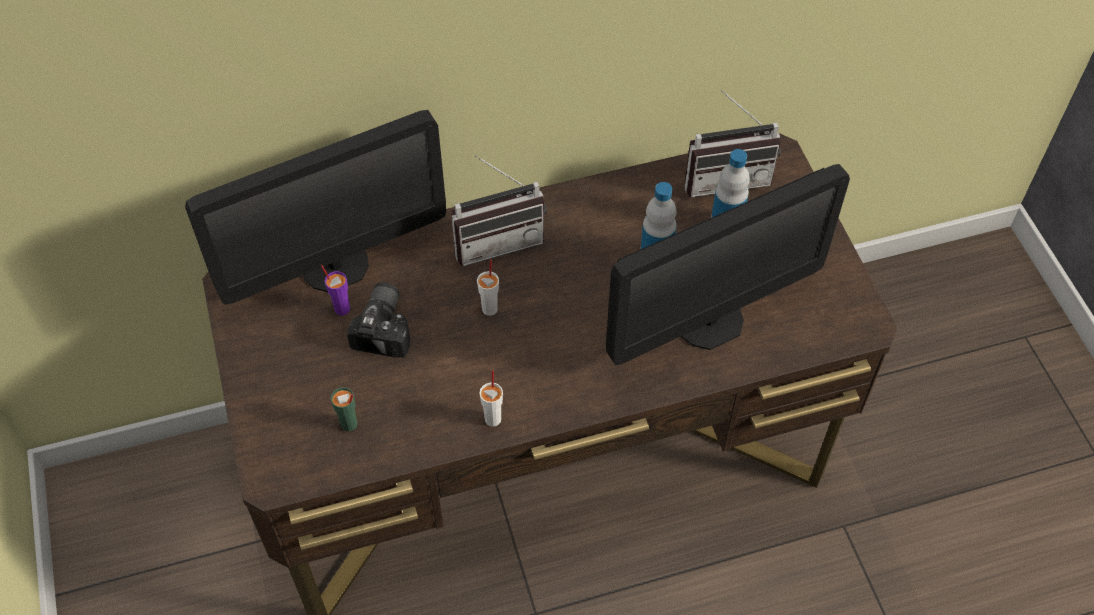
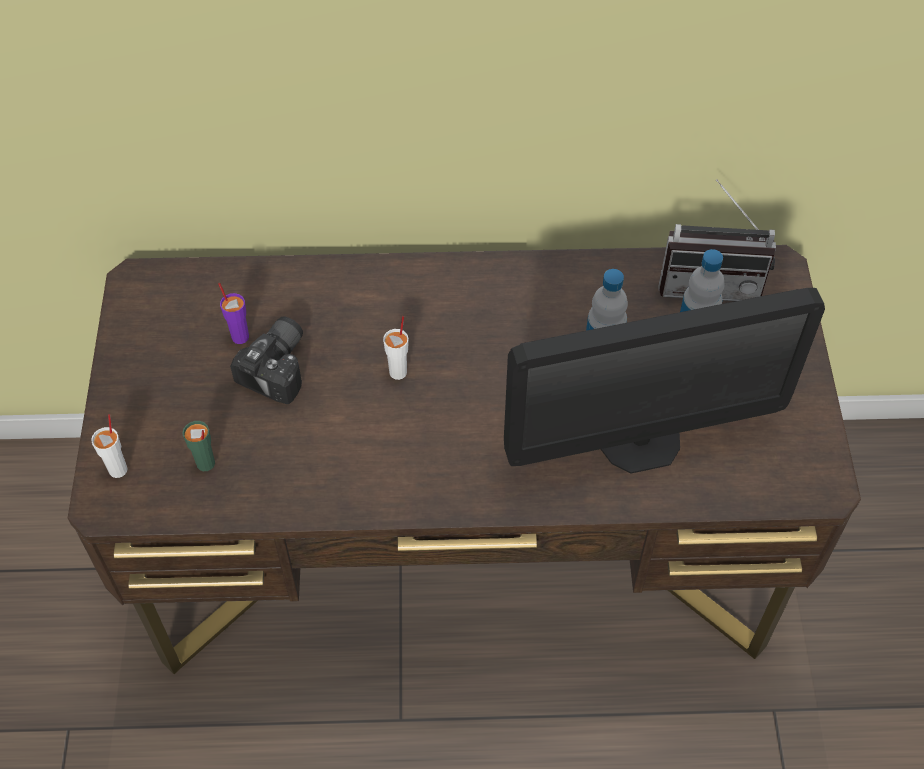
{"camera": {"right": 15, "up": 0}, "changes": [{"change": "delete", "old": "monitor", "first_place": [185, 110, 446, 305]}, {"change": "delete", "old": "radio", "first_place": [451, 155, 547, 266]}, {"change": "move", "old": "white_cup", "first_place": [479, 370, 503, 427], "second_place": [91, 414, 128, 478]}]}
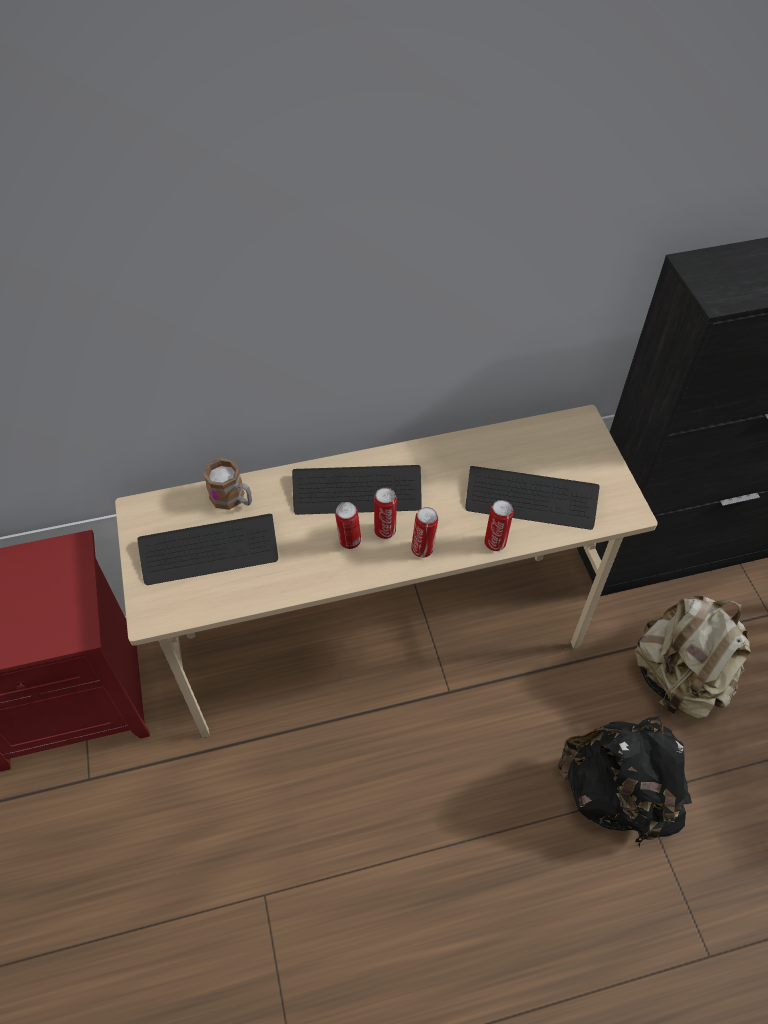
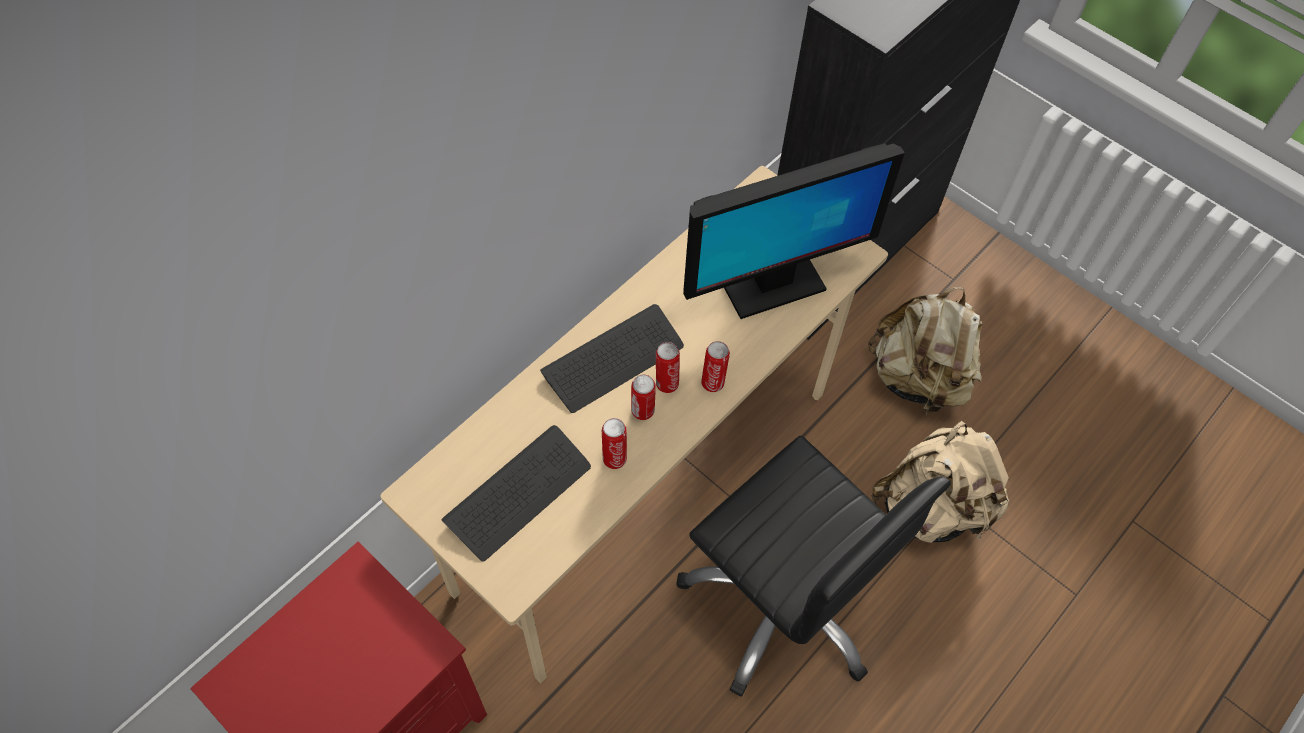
{"camera": {"right": -35, "up": 5}, "changes": [{"change": "delete", "old": "mug", "first_place": [203, 458, 252, 510]}, {"change": "insert", "new": "black_office_chair", "second_place": [676, 436, 951, 697]}, {"change": "move", "old": "can", "first_place": [484, 500, 513, 551], "second_place": [602, 418, 627, 469]}, {"change": "replace", "old": "keyboard", "new": "monitor", "first_place": [465, 466, 600, 530], "second_place": [683, 143, 905, 319]}, {"change": "recolor", "old": "black_backpack", "new": "beige_backpack", "first_place": [557, 716, 692, 847], "second_place": [872, 421, 1009, 543]}]}
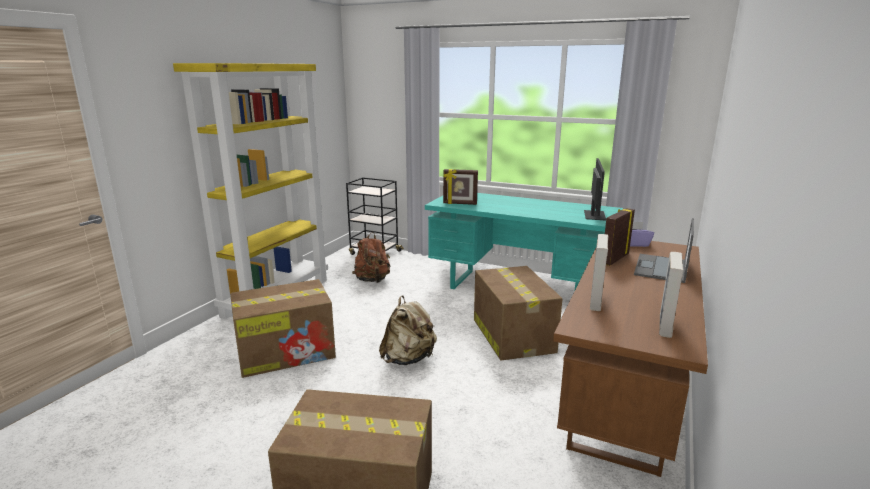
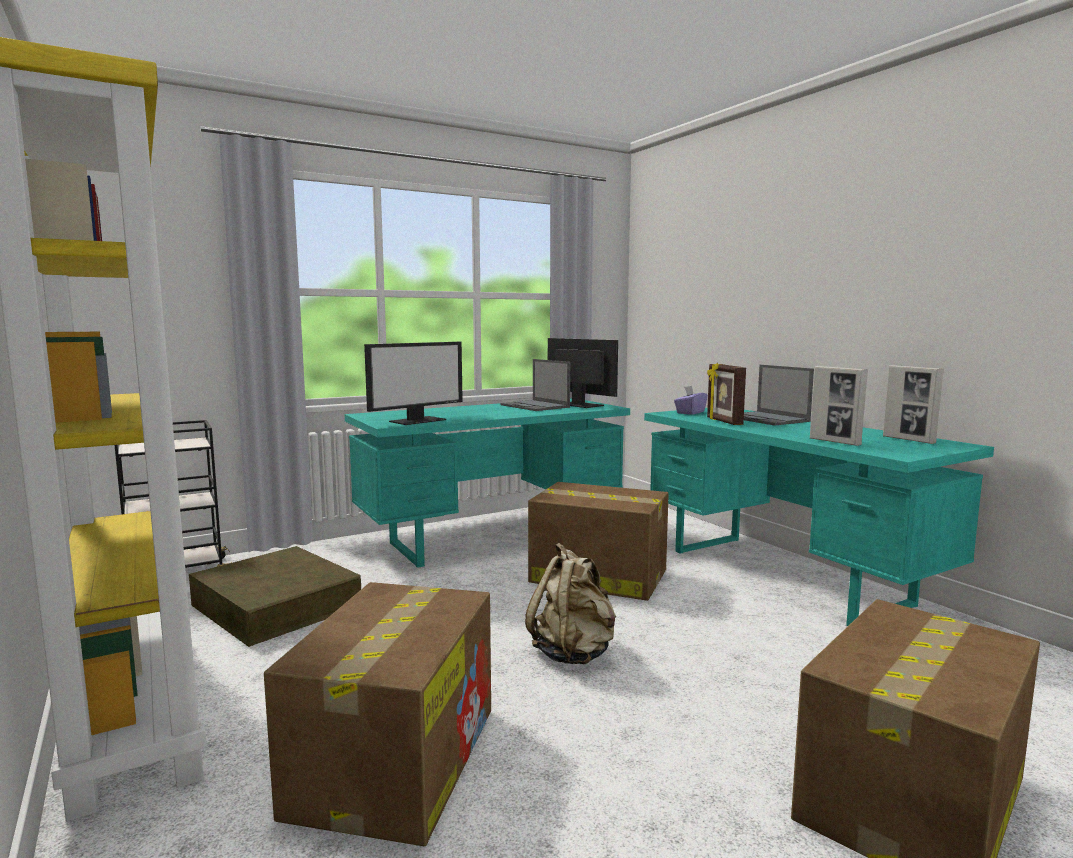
{"camera": {"right": -55, "up": -10}, "changes": [{"change": "insert", "new": "laptop", "second_place": [500, 359, 570, 411]}, {"change": "replace", "old": "brown_backpack", "new": "brown_storage_box", "first_place": [352, 232, 390, 283], "second_place": [189, 546, 361, 647]}, {"change": "replace", "old": "picture_frame", "new": "monitor", "first_place": [443, 169, 478, 205], "second_place": [364, 342, 463, 425]}, {"change": "recolor", "old": "brown_desk", "new": "turquoise_desk", "first_place": [553, 241, 708, 477], "second_place": [644, 408, 994, 626]}]}
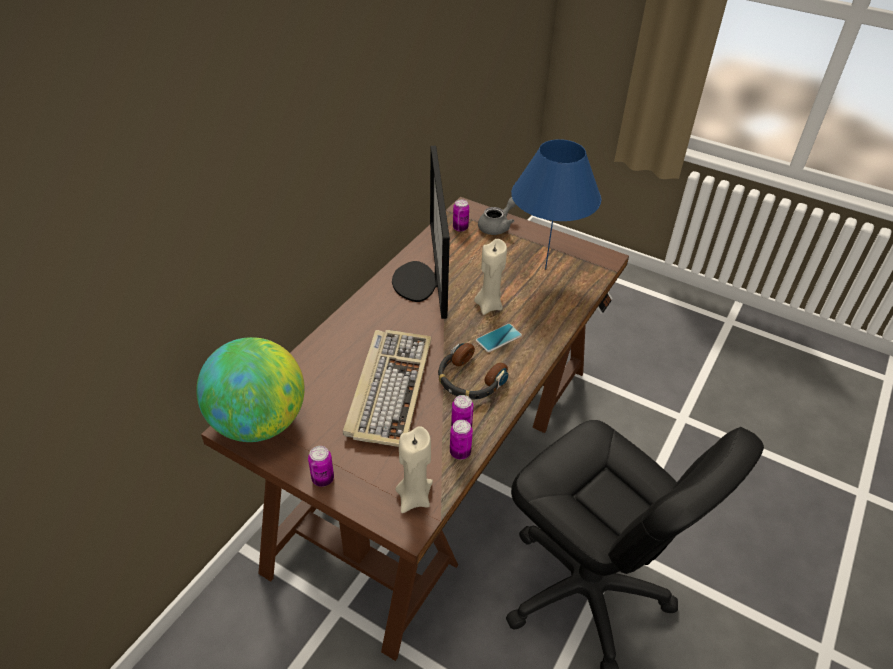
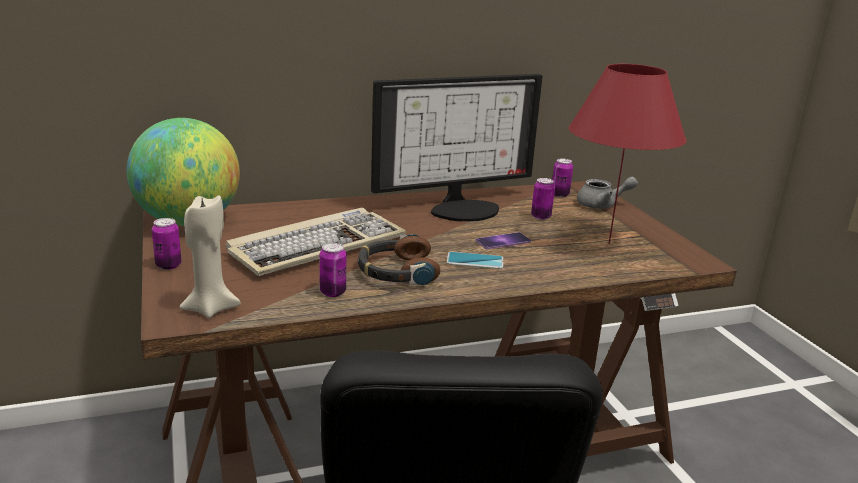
{"camera": {"right": 40, "up": -20}, "changes": [{"change": "move", "old": "can", "first_place": [450, 420, 473, 460], "second_place": [531, 178, 555, 220]}, {"change": "replace", "old": "beige_candle", "new": "phone", "first_place": [474, 239, 507, 315], "second_place": [475, 232, 531, 249]}, {"change": "recolor", "old": "blue_table_lamp", "new": "red_table_lamp", "first_place": [511, 139, 601, 270], "second_place": [569, 64, 687, 244]}, {"change": "rotate", "old": "monitor", "first_place": [392, 146, 450, 319], "second_place": [371, 74, 542, 222], "degrees": -150}]}
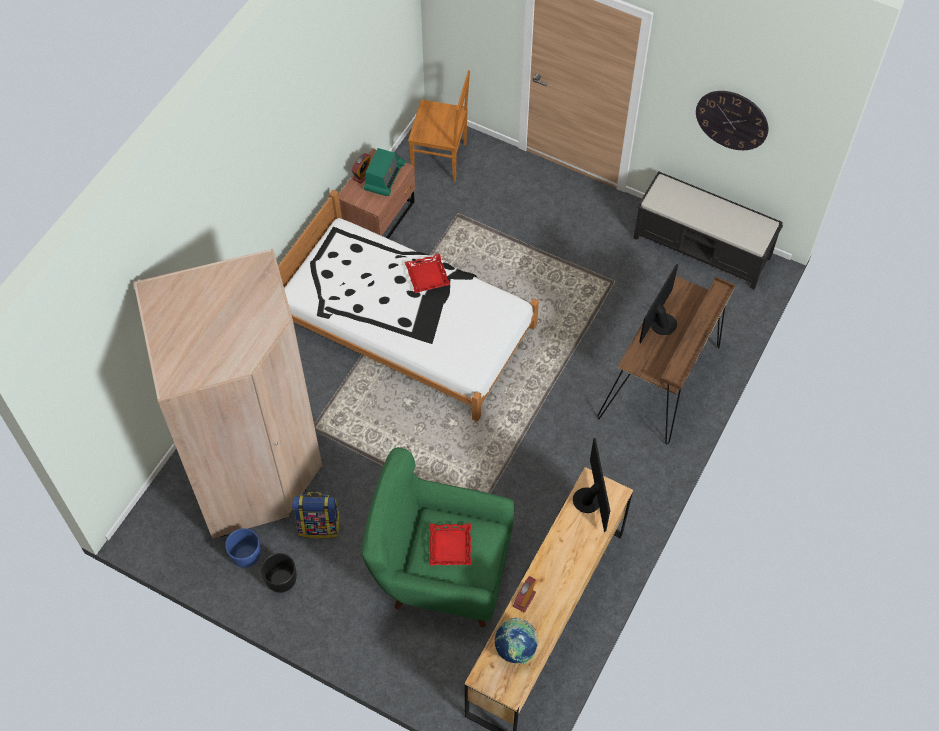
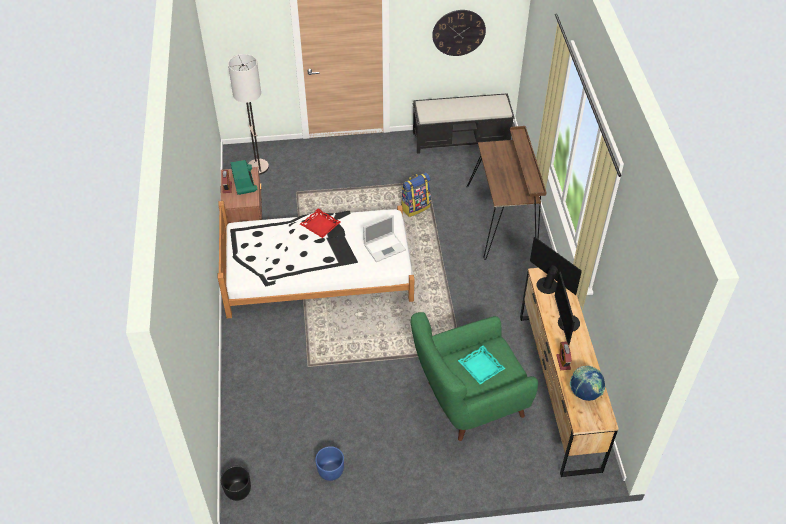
{"camera": {"right": -35, "up": -10}, "changes": [{"change": "delete", "old": "beige_wardrobe", "first_place": [133, 249, 322, 539]}, {"change": "insert", "new": "laptop", "second_place": [363, 215, 406, 262]}, {"change": "move", "old": "black_planter", "first_place": [261, 553, 297, 593], "second_place": [221, 466, 251, 501]}, {"change": "move", "old": "backpack", "first_place": [292, 492, 340, 538], "second_place": [401, 173, 431, 217]}, {"change": "move", "old": "monitor", "first_place": [639, 264, 678, 344], "second_place": [555, 272, 580, 345]}, {"change": "replace", "old": "brown_chair", "new": "floor_lamp", "first_place": [408, 70, 470, 182], "second_place": [228, 54, 269, 175]}, {"change": "recolor", "old": "red_tray", "new": "turquoise_tray", "first_place": [430, 523, 471, 565], "second_place": [458, 345, 505, 384]}]}
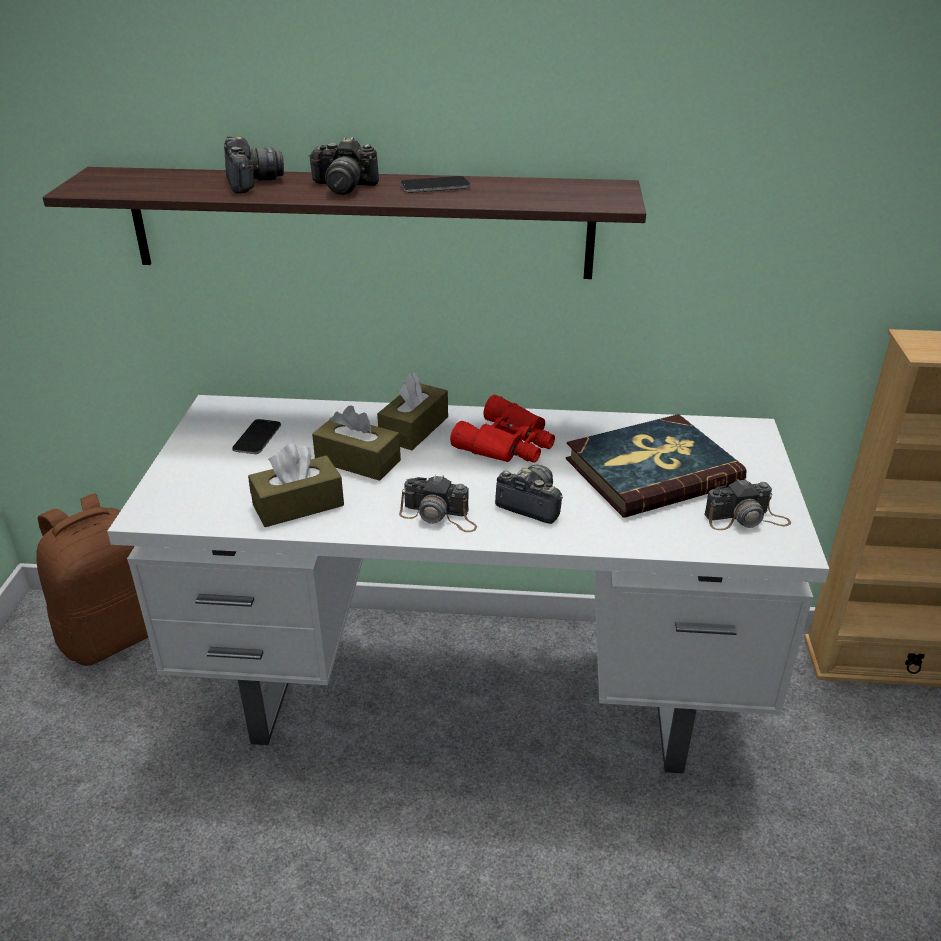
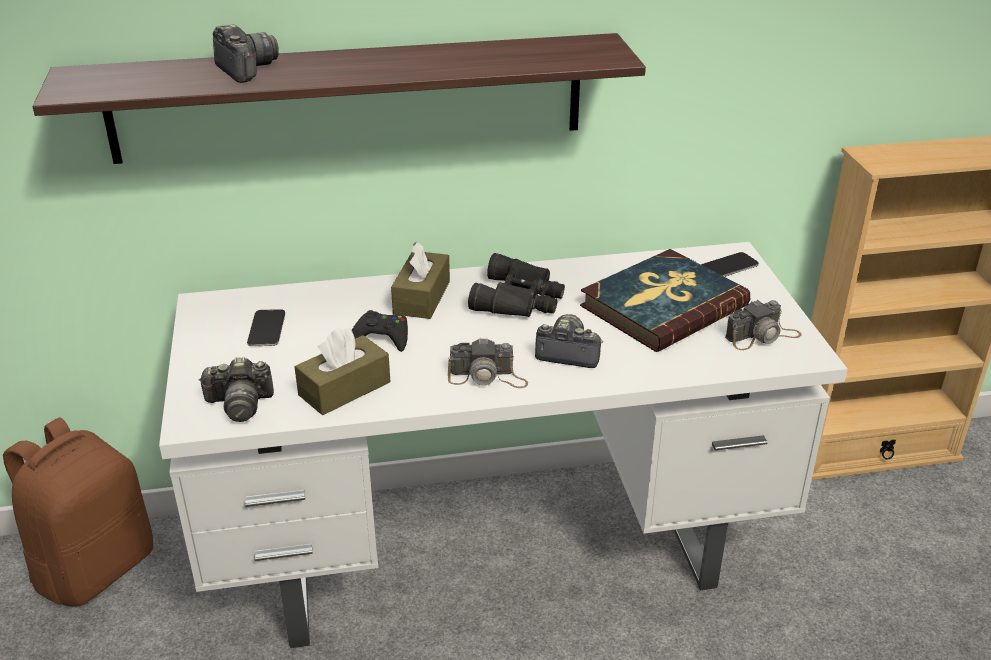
{"camera": {"right": -15, "up": 0}, "changes": [{"change": "move", "old": "photo_camera", "first_place": [308, 137, 379, 195], "second_place": [198, 357, 274, 422]}, {"change": "move", "old": "phone", "first_place": [400, 176, 470, 193], "second_place": [701, 252, 759, 277]}, {"change": "replace", "old": "brown_tissue_box", "new": "black_game_controller", "first_place": [312, 405, 401, 481], "second_place": [352, 310, 408, 352]}, {"change": "recolor", "old": "red_binoculars", "new": "black_binoculars", "first_place": [450, 395, 555, 463], "second_place": [468, 253, 565, 317]}]}
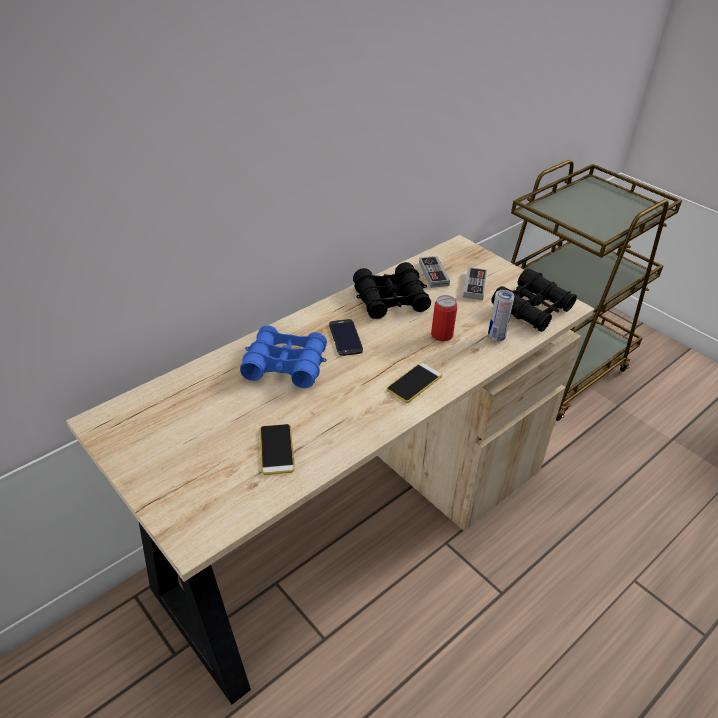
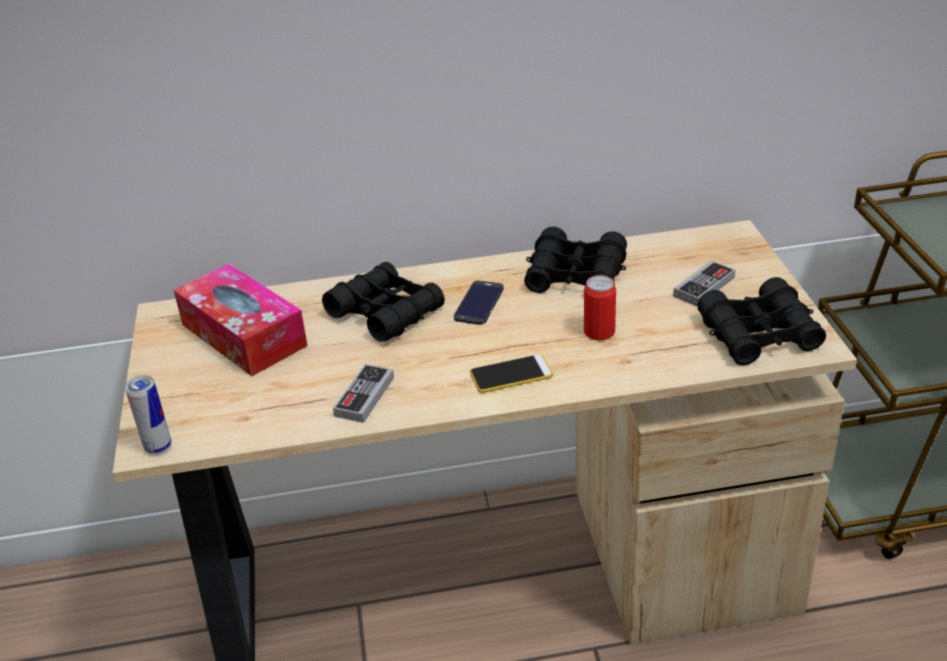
{"camera": {"right": 35, "up": -5}, "changes": [{"change": "delete", "old": "phone", "first_place": [260, 424, 295, 475]}, {"change": "insert", "new": "tissue_box", "second_place": [174, 264, 308, 376]}, {"change": "move", "old": "game_controller", "first_place": [419, 256, 450, 288], "second_place": [333, 364, 394, 423]}, {"change": "move", "old": "can", "first_place": [488, 290, 514, 342], "second_place": [125, 375, 171, 454]}, {"change": "recolor", "old": "blue_binoculars", "new": "black_binoculars", "first_place": [240, 325, 327, 389], "second_place": [322, 262, 445, 342]}]}
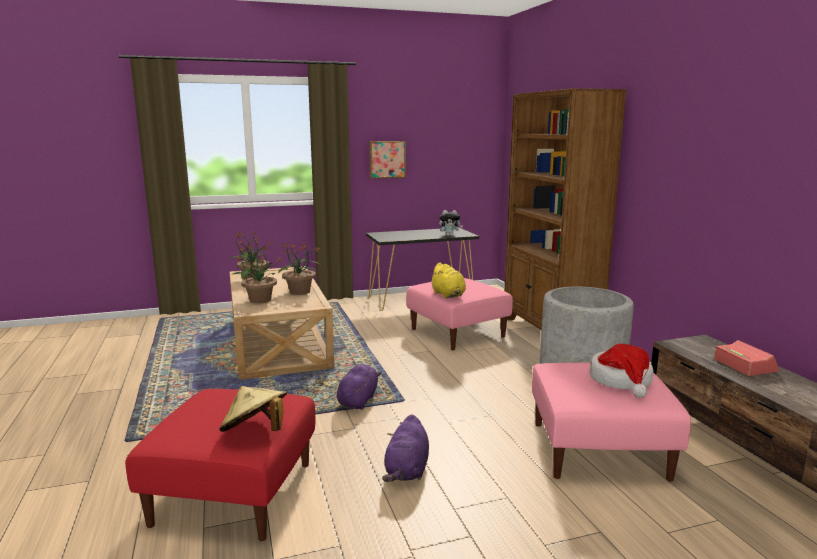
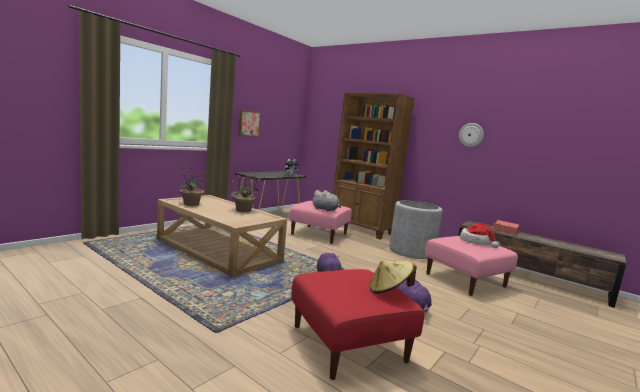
{"camera": {"right": -35, "up": -5}, "changes": [{"change": "delete", "old": "potted_plant", "first_place": [232, 245, 281, 303]}, {"change": "insert", "new": "wall_clock", "second_place": [459, 123, 484, 147]}, {"change": "recolor", "old": "yellow_plush_toy", "new": "grey_plush_toy", "first_place": [430, 263, 466, 298], "second_place": [312, 190, 341, 211]}]}
